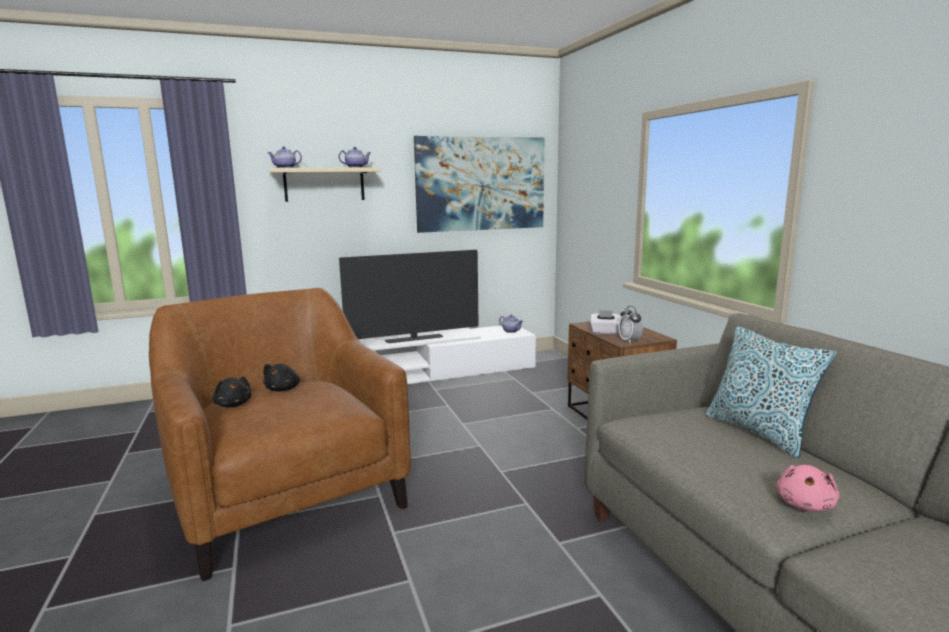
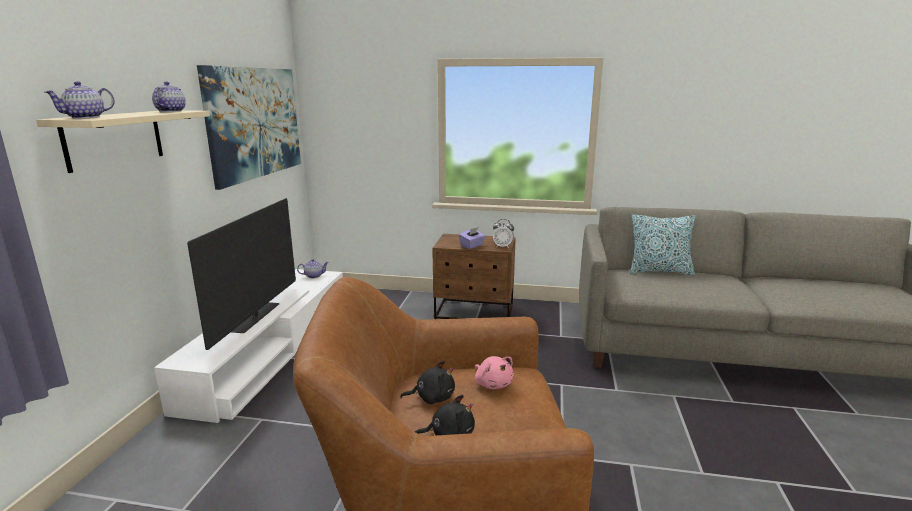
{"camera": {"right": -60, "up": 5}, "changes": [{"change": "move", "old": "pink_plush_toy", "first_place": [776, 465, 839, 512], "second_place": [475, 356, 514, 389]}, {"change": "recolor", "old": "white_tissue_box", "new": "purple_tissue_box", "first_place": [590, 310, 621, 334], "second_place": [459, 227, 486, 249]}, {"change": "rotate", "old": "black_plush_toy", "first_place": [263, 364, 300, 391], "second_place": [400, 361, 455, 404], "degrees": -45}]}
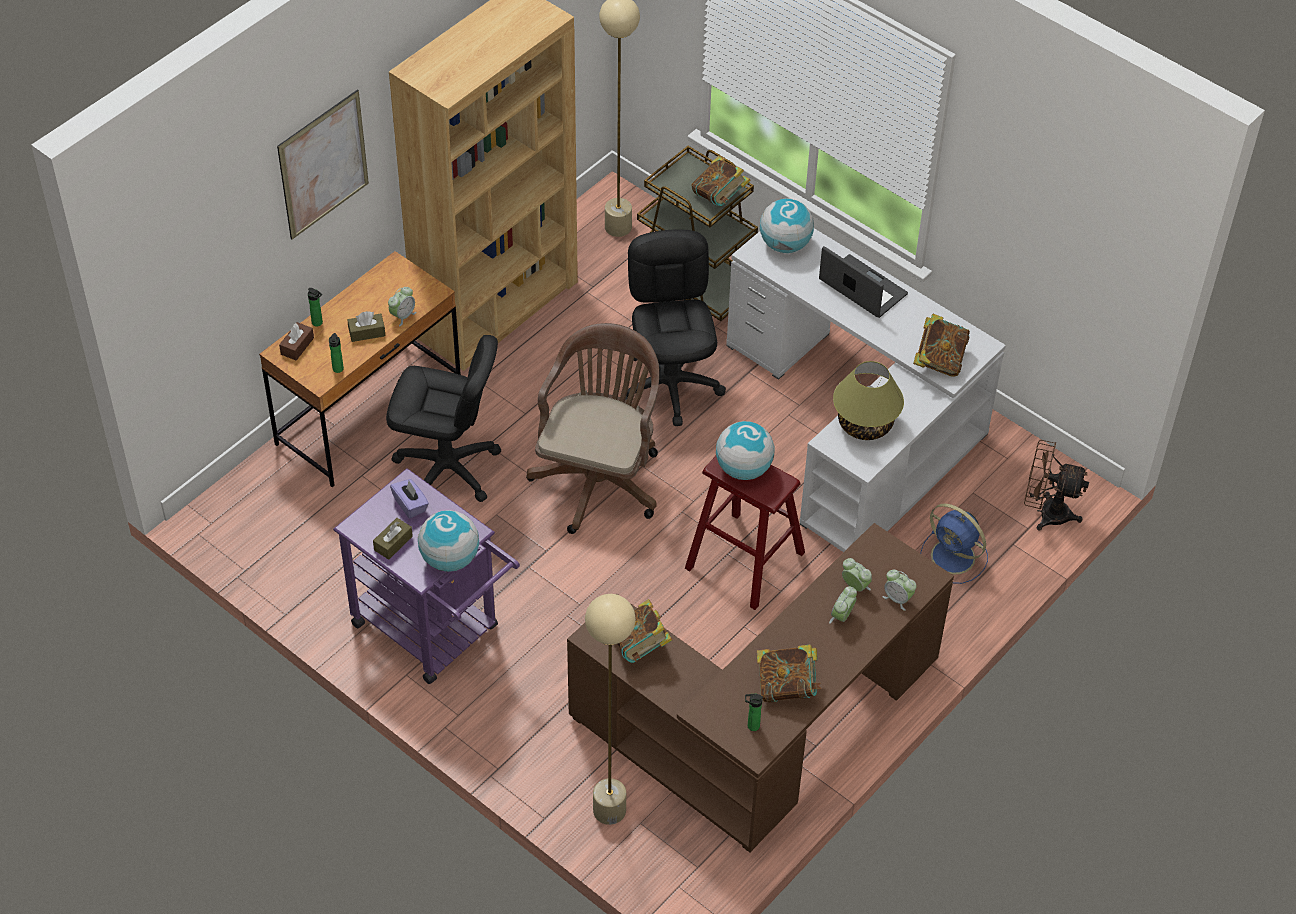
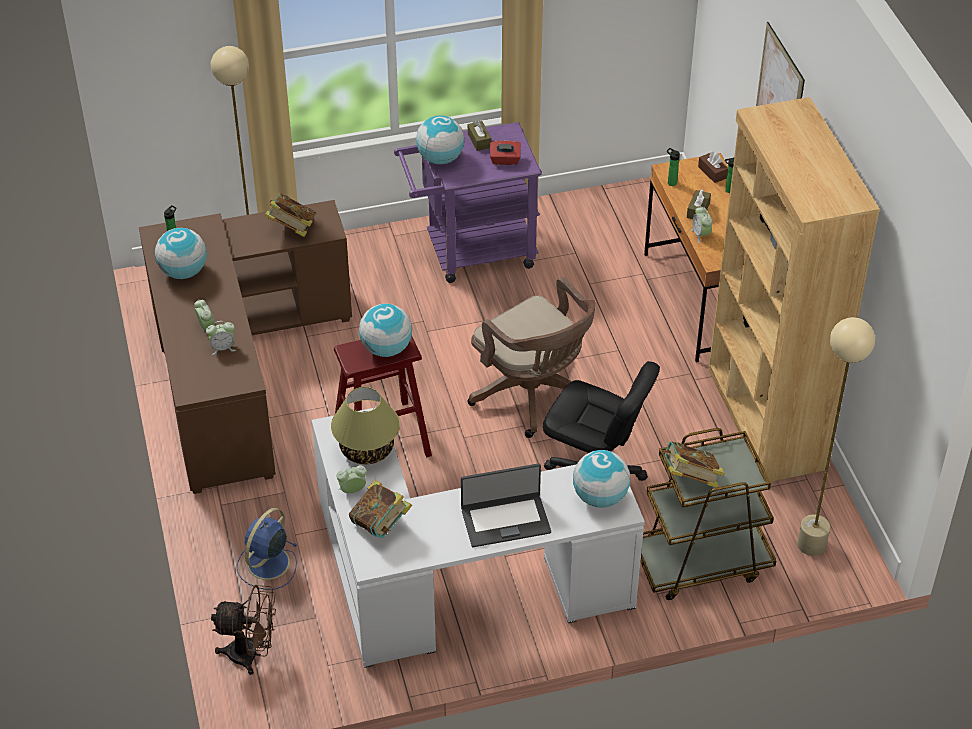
{"camera": {"right": 125, "up": -5}, "changes": [{"change": "delete", "old": "black_office_chair", "first_place": [386, 335, 501, 502]}, {"change": "move", "old": "alarm_clock", "first_place": [882, 570, 917, 611], "second_place": [336, 465, 367, 493]}, {"change": "replace", "old": "book", "new": "globe", "first_place": [757, 645, 821, 703], "second_place": [155, 228, 207, 279]}, {"change": "recolor", "old": "purple_tissue_box", "new": "red_tissue_box", "first_place": [390, 479, 429, 518], "second_place": [490, 140, 521, 165]}, {"change": "rotate", "old": "blue_fan", "first_place": [920, 504, 988, 584], "second_place": [237, 508, 297, 590], "degrees": -45}, {"change": "rotate", "old": "brown_fan", "first_place": [1024, 440, 1089, 530], "second_place": [211, 585, 276, 675], "degrees": 45}]}
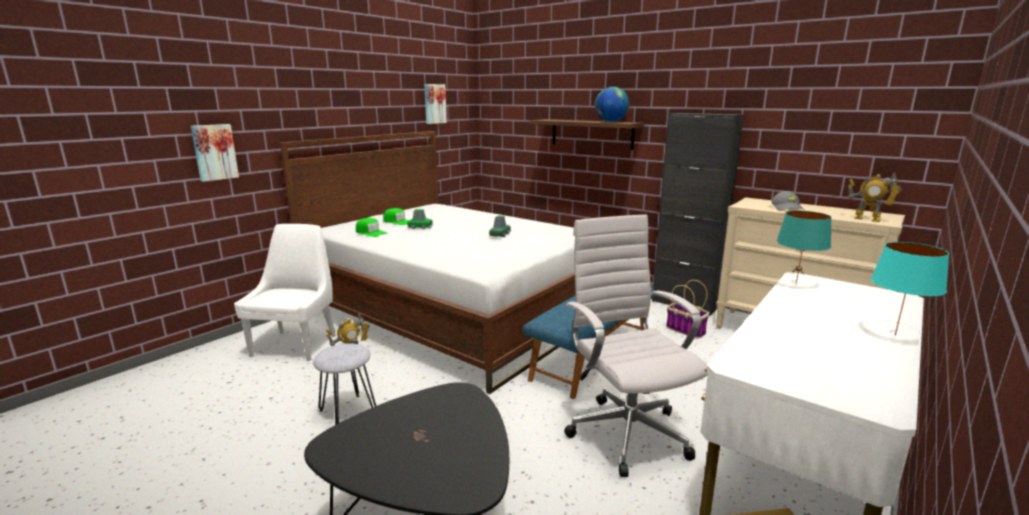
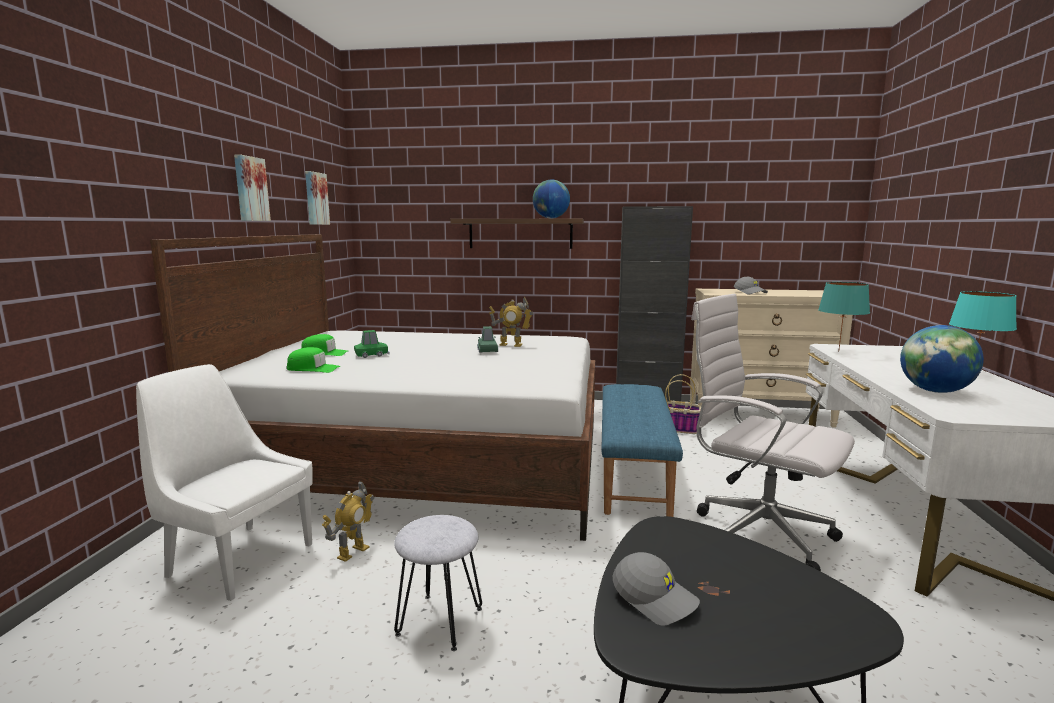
{"camera": {"right": -30, "up": -5}, "changes": [{"change": "insert", "new": "grey_cap", "second_place": [613, 552, 700, 626]}, {"change": "insert", "new": "globe", "second_place": [900, 325, 984, 393]}, {"change": "move", "old": "picture", "first_place": [191, 124, 239, 182], "second_place": [234, 154, 271, 221]}, {"change": "move", "old": "toy_robot", "first_place": [848, 172, 902, 222], "second_place": [489, 297, 533, 347]}, {"change": "rotate", "old": "white_chair", "first_place": [234, 224, 336, 361], "second_place": [136, 364, 313, 601], "degrees": -45}]}
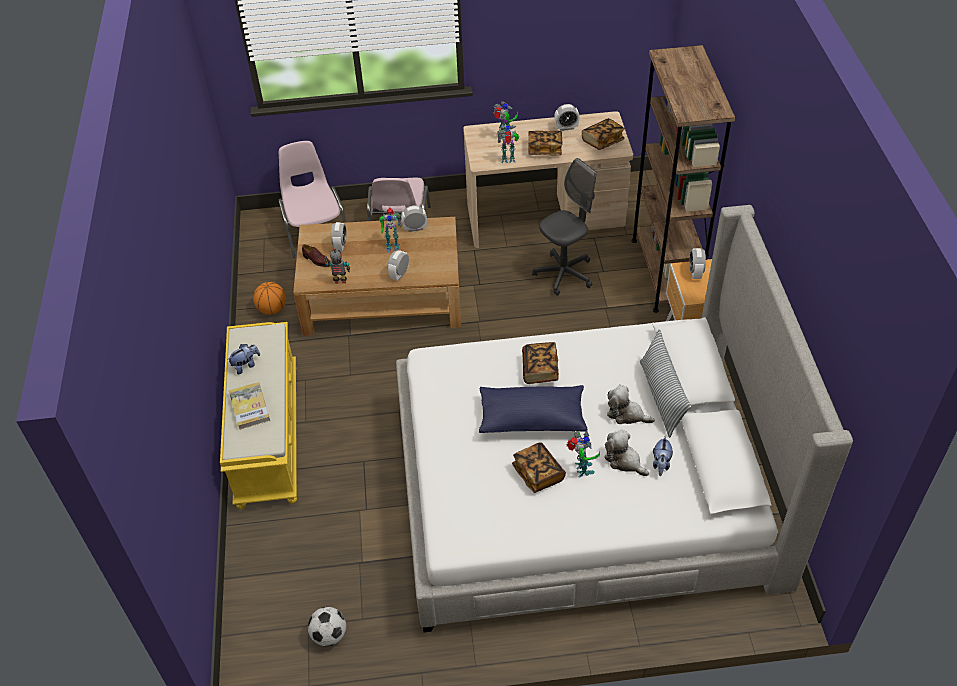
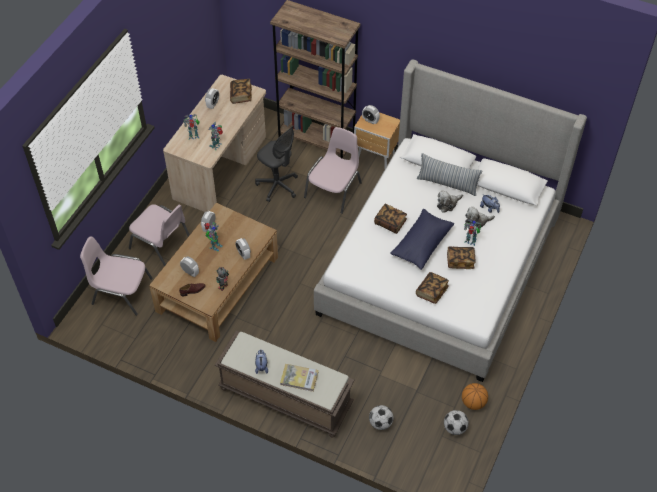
{"camera": {"right": -60, "up": 5}, "changes": [{"change": "insert", "new": "pink_chair", "second_place": [304, 127, 362, 214]}, {"change": "insert", "new": "football", "second_place": [369, 405, 394, 430]}, {"change": "move", "old": "basketball", "first_place": [253, 282, 286, 315], "second_place": [462, 383, 488, 410]}, {"change": "move", "old": "book", "first_place": [528, 131, 562, 156], "second_place": [416, 272, 449, 304]}, {"change": "recolor", "old": "yellow_bench", "new": "brown_bench", "first_place": [220, 322, 297, 509], "second_place": [215, 331, 354, 438]}, {"change": "rotate", "old": "grey_office_chair", "first_place": [532, 158, 596, 296], "second_place": [255, 125, 298, 202], "degrees": 135}]}
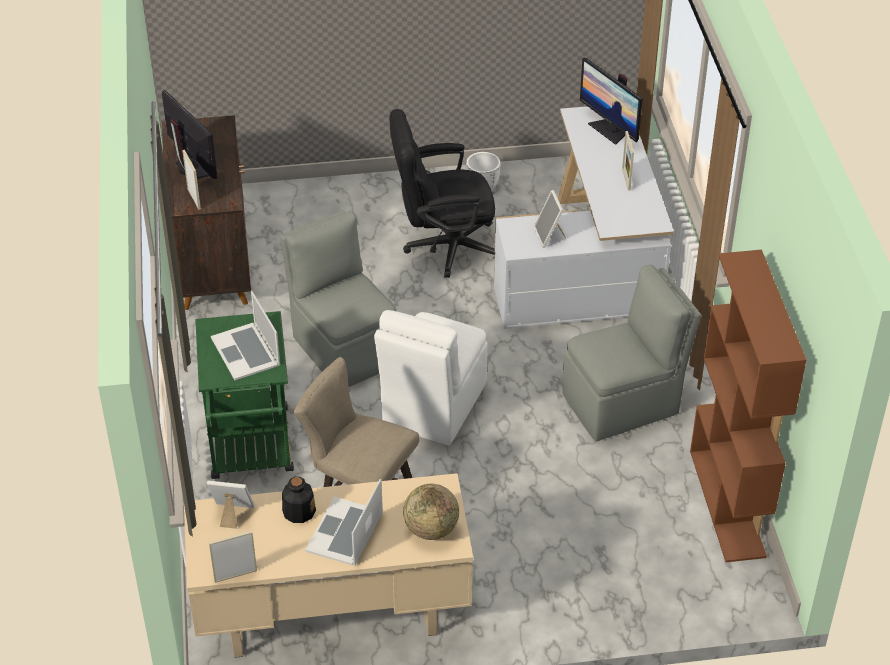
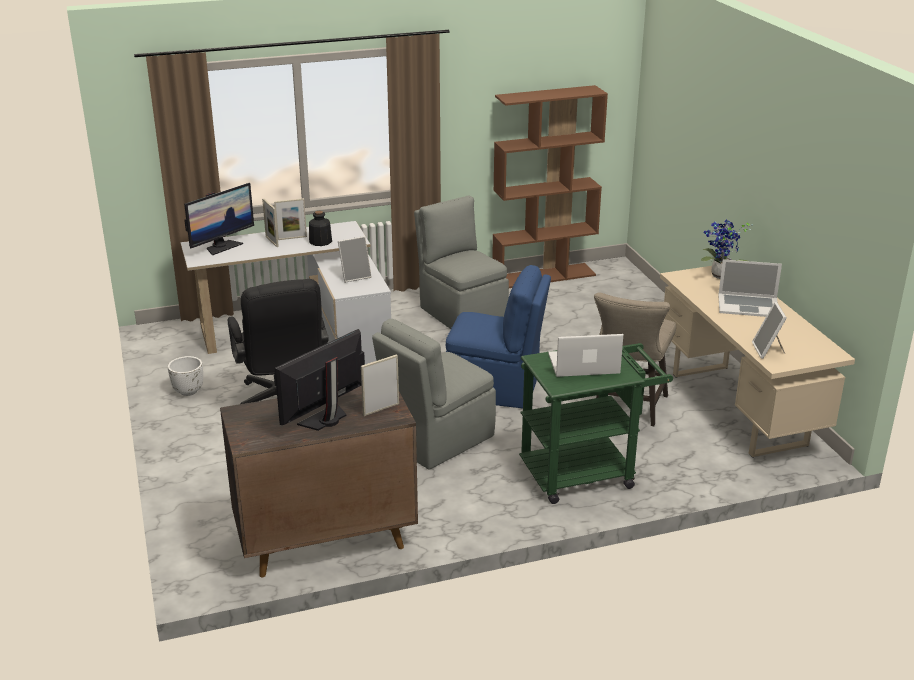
{"camera": {"right": -100, "up": -15}, "changes": [{"change": "move", "old": "picture_frame", "first_place": [209, 531, 257, 583], "second_place": [262, 199, 279, 247]}, {"change": "move", "old": "bottle", "first_place": [282, 477, 316, 523], "second_place": [309, 211, 332, 246]}, {"change": "replace", "old": "globe", "new": "potted_plant", "first_place": [403, 484, 459, 540], "second_place": [701, 219, 753, 279]}, {"change": "recolor", "old": "white_chair", "new": "blue_chair", "first_place": [374, 310, 488, 445], "second_place": [446, 265, 551, 408]}, {"change": "rotate", "old": "laptop", "first_place": [211, 291, 280, 380], "second_place": [548, 334, 623, 377], "degrees": -150}]}
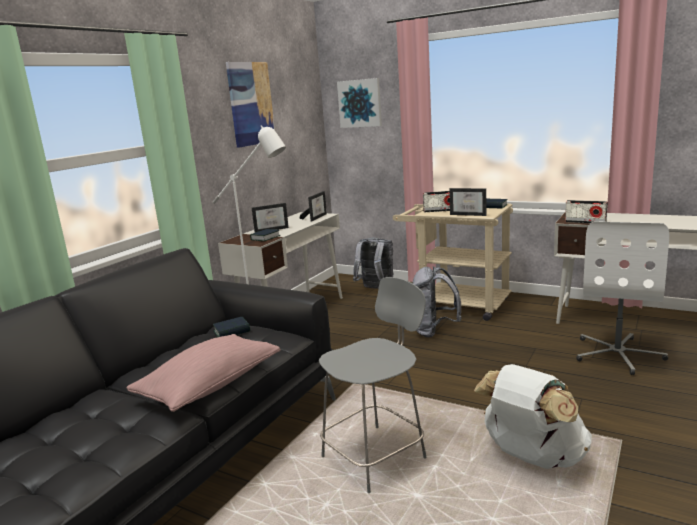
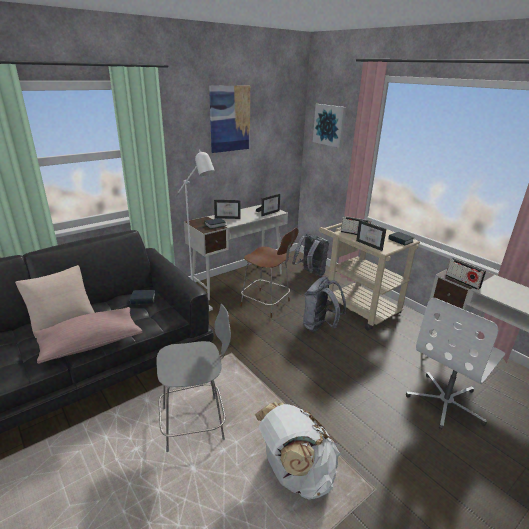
{"camera": {"right": 20, "up": 10}, "changes": [{"change": "insert", "new": "beige_pillow", "second_place": [15, 265, 95, 338]}, {"change": "insert", "new": "brown_chair", "second_place": [240, 228, 299, 318]}]}
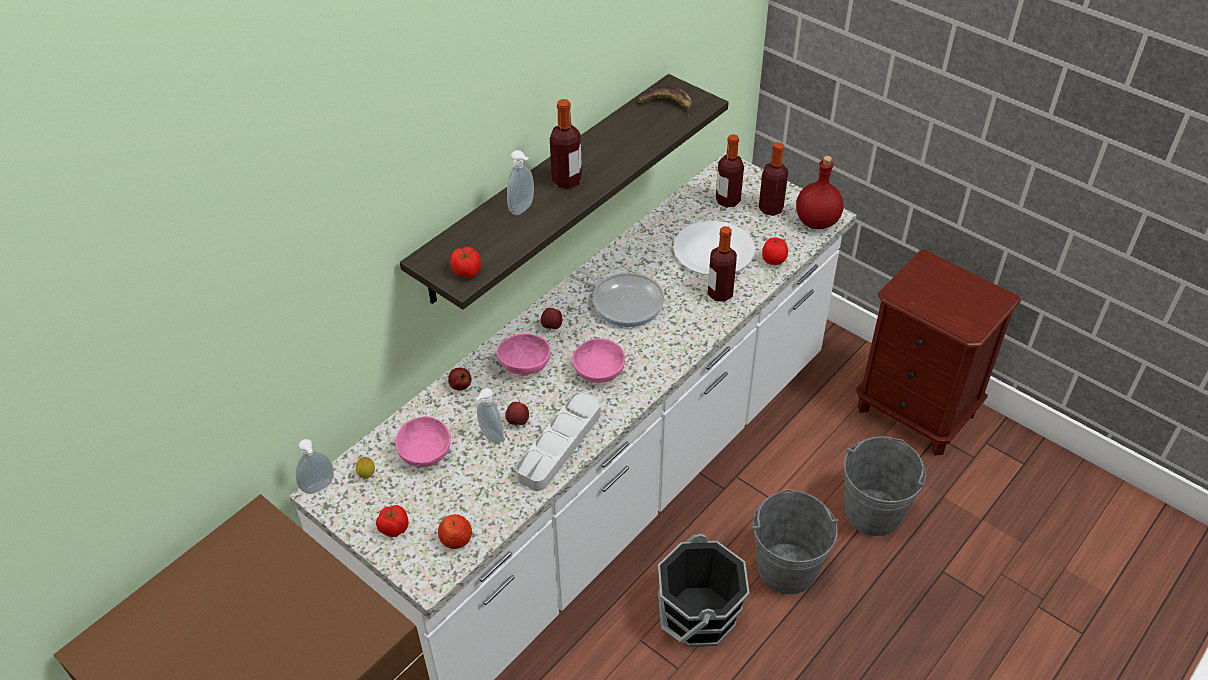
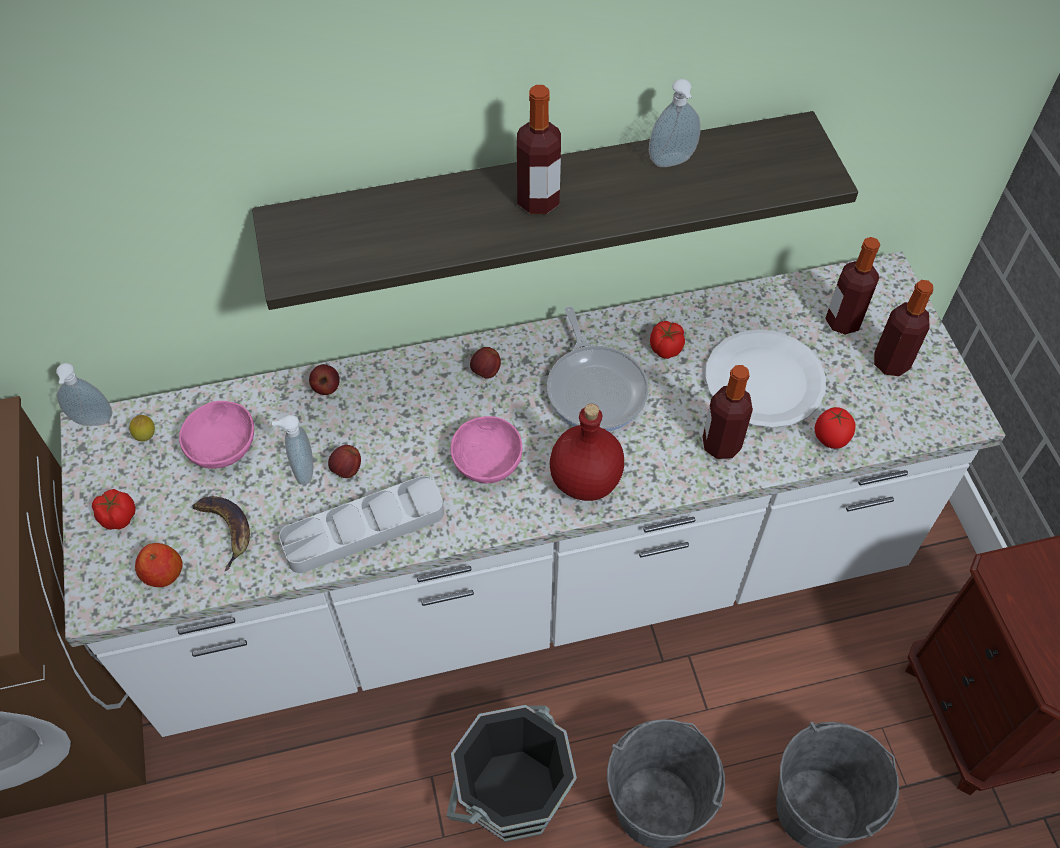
{"camera": {"right": 35, "up": 10}, "changes": [{"change": "delete", "old": "pink_bowl", "first_place": [497, 334, 551, 375]}, {"change": "move", "old": "tomato", "first_place": [450, 246, 481, 278], "second_place": [650, 321, 685, 359]}, {"change": "move", "old": "soap_dispenser", "first_place": [507, 150, 534, 215], "second_place": [649, 79, 701, 167]}, {"change": "move", "old": "banana", "first_place": [637, 86, 692, 117], "second_place": [192, 496, 250, 571]}, {"change": "move", "old": "red_bottle", "first_place": [796, 156, 843, 229], "second_place": [550, 403, 624, 501]}]}
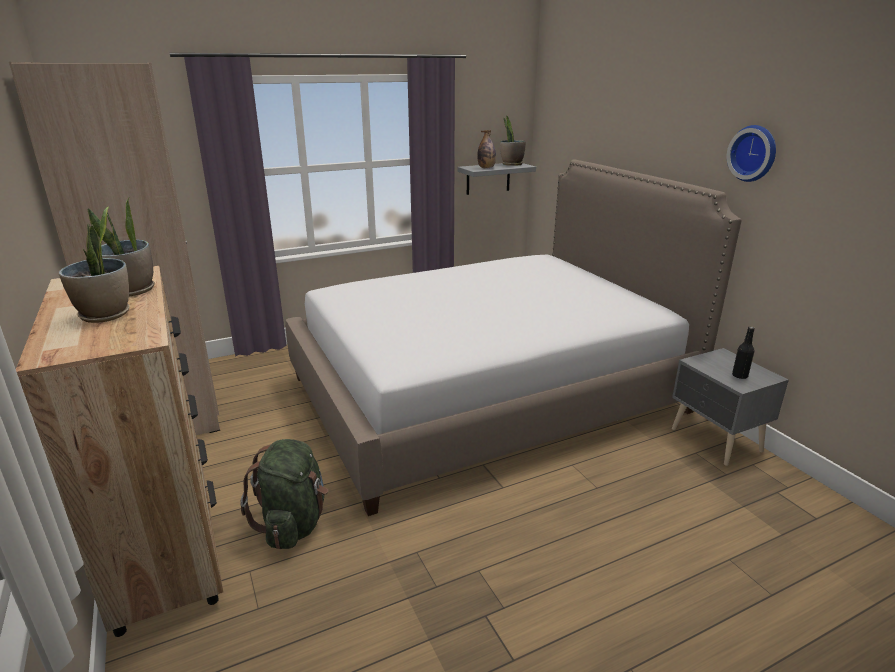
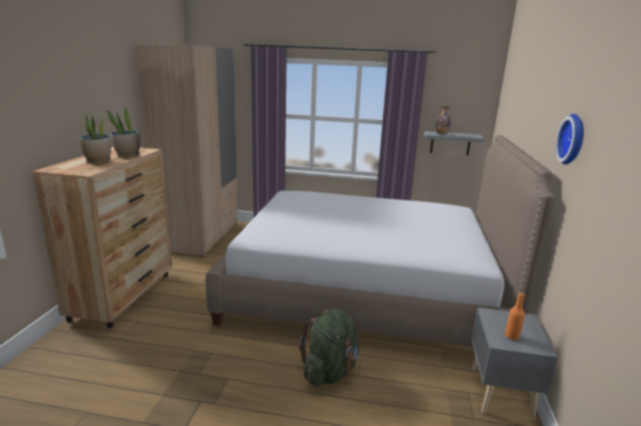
{"camera": {"right": 35, "up": -5}, "changes": [{"change": "delete", "old": "potted_plant", "first_place": [500, 115, 526, 166]}, {"change": "move", "old": "green_backpack", "first_place": [240, 439, 328, 549], "second_place": [299, 309, 359, 386]}, {"change": "recolor", "old": "black_bottle", "new": "orange_bottle", "first_place": [732, 326, 755, 379], "second_place": [505, 292, 525, 340]}]}
